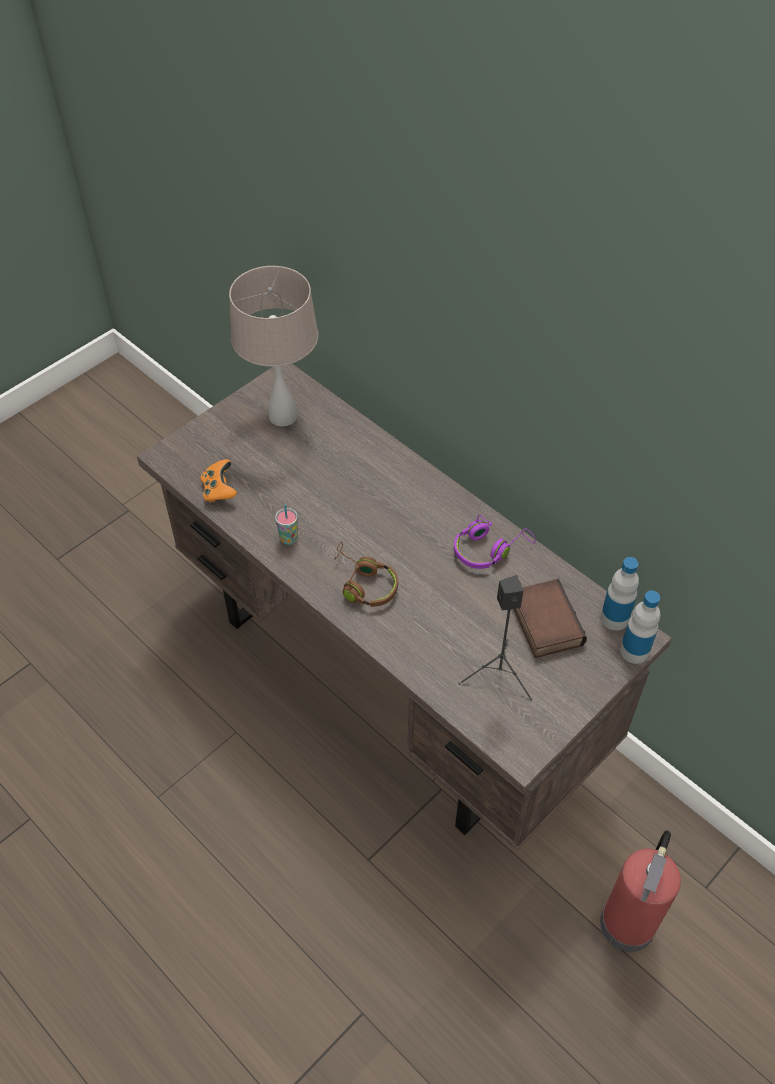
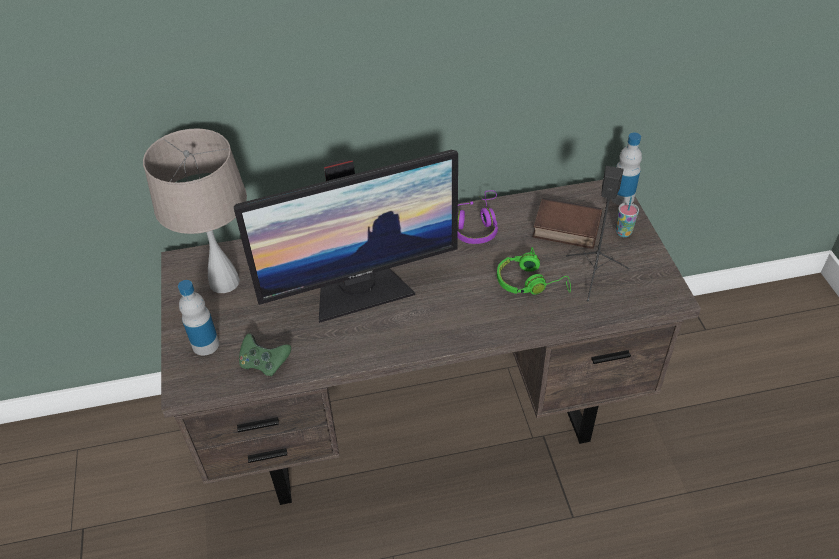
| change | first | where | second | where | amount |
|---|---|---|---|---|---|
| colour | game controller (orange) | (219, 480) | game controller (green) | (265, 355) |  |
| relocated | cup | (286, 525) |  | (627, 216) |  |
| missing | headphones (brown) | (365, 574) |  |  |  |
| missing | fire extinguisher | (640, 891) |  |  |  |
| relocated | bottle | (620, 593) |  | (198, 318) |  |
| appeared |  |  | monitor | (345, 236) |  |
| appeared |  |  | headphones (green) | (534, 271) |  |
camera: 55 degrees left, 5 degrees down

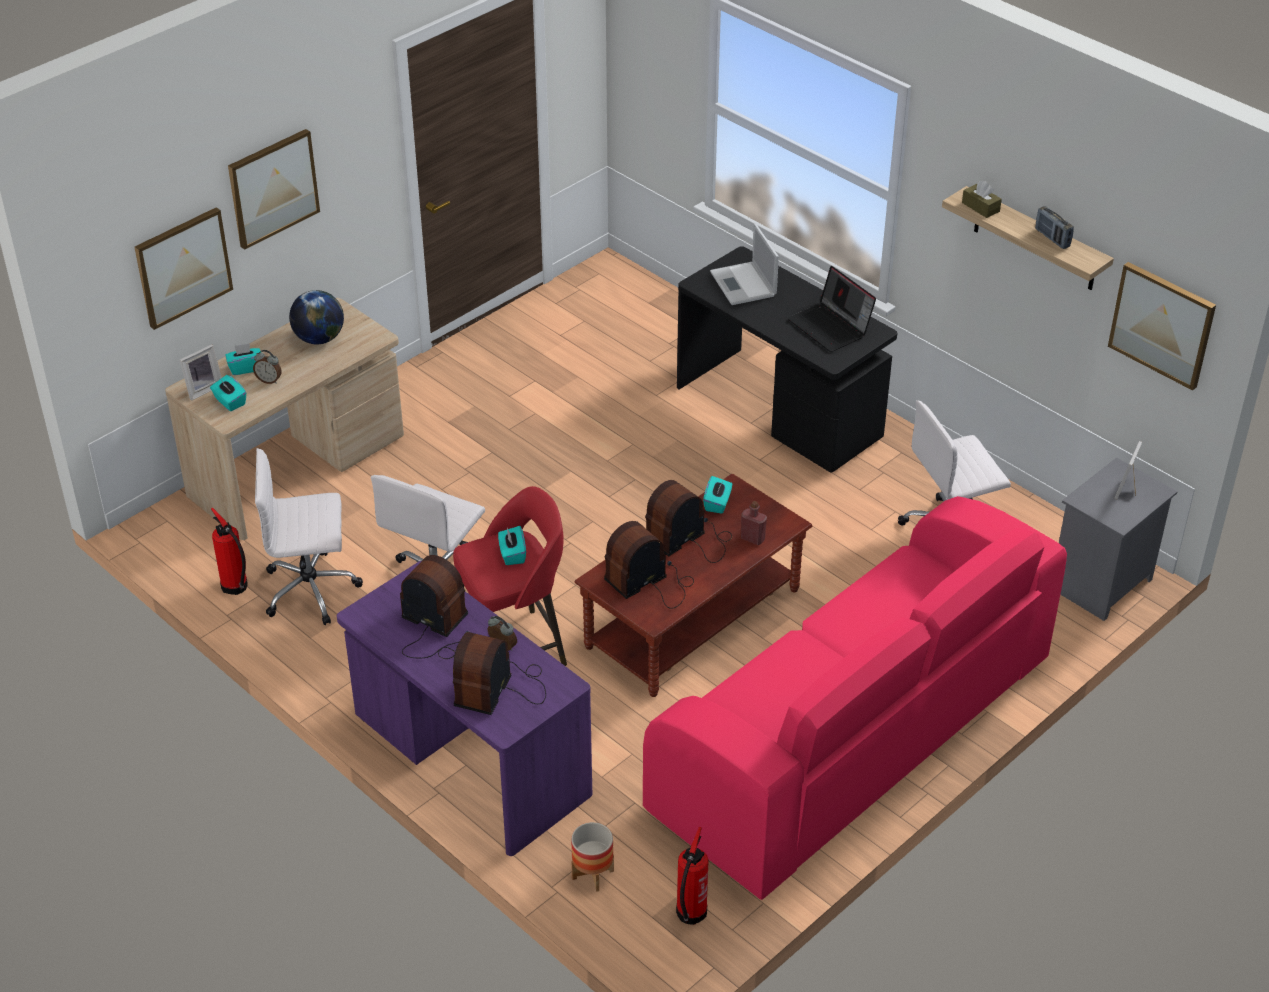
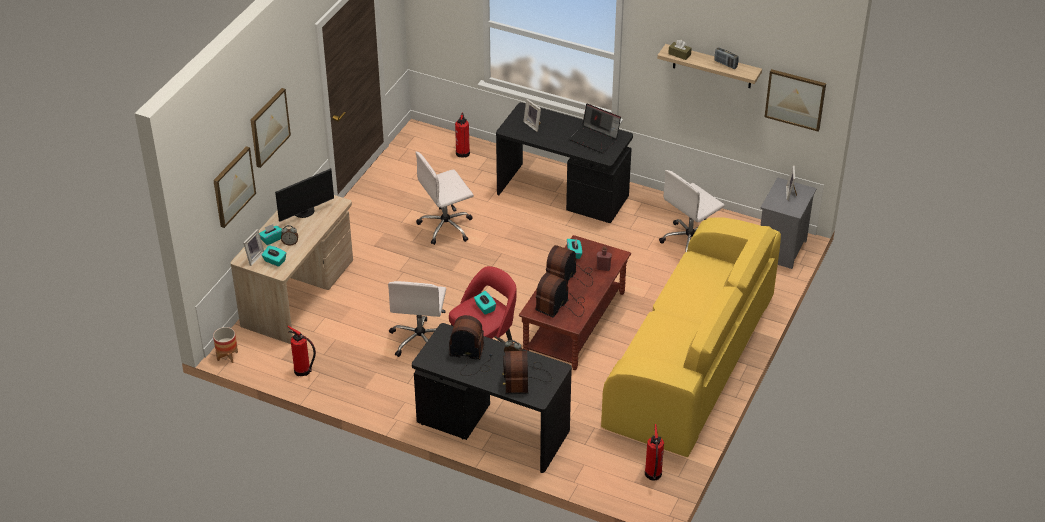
| change | first | where | second | where | amount |
|---|---|---|---|---|---|
| relocated | office chair (white) | (309, 536) |  | (444, 198) |  |
| exchanged | globe | (316, 317) | monitor | (304, 195) |  |
| colour | desk (purple) | (464, 708) | desk (black) | (492, 398) |  |
| relocated | planter | (592, 857) |  | (225, 345) |  |
| colour | sofa (pink) | (855, 698) | sofa (yellow) | (691, 337) |  |
| exchanged | laptop | (744, 264) | picture frame | (532, 115) |  |
| appeared |  |  | fire extinguisher | (462, 135) |  |
camera: 20 degrees left, 0 degrees up

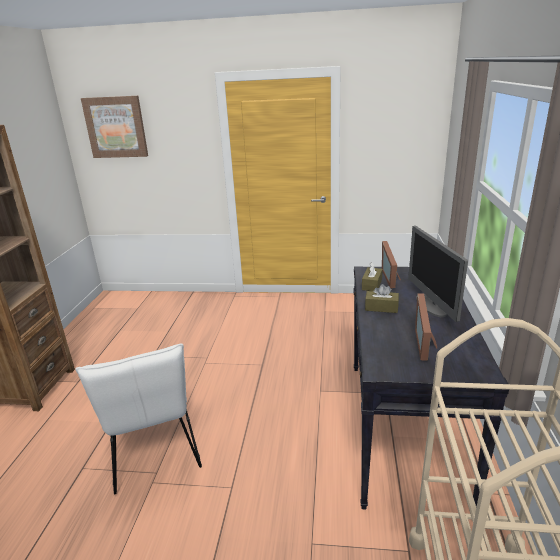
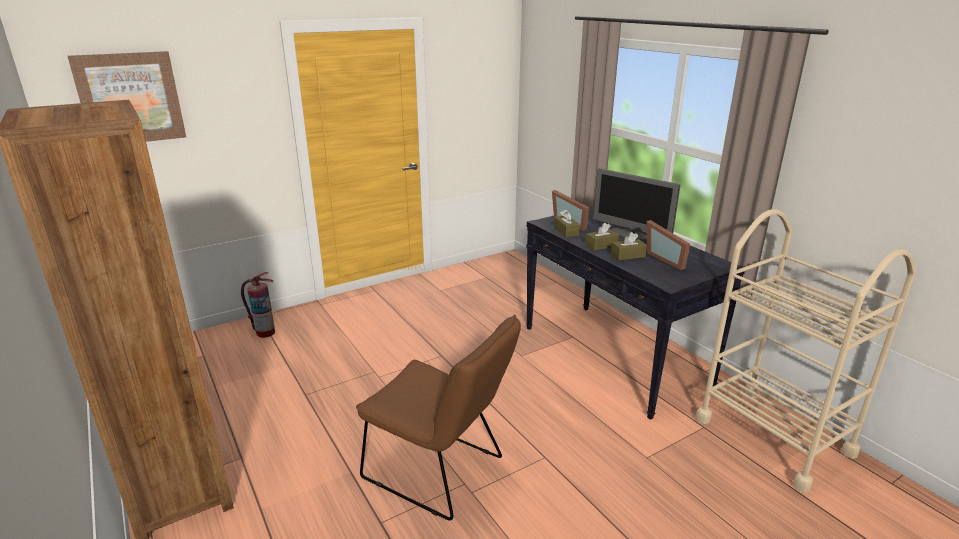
| change | first | where | second | where | amount |
|---|---|---|---|---|---|
| colour | chair (white) | (138, 419) | chair (brown) | (438, 417) |  |
| appeared |  |  | fire extinguisher | (258, 305) |  |
| appeared |  |  | tissue box (brown) | (629, 246) |  |
camera: 40 degrees left, 0 degrees up

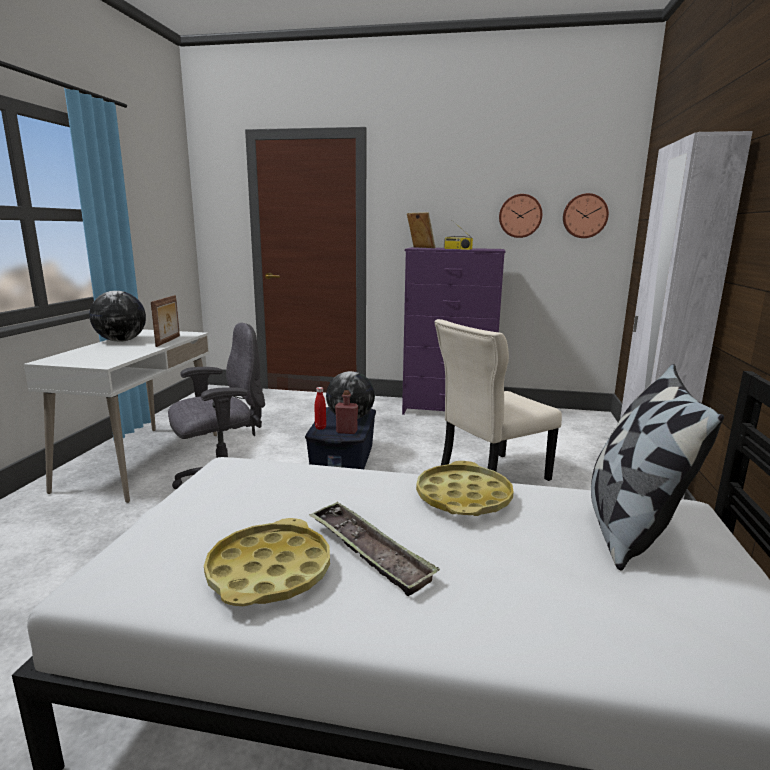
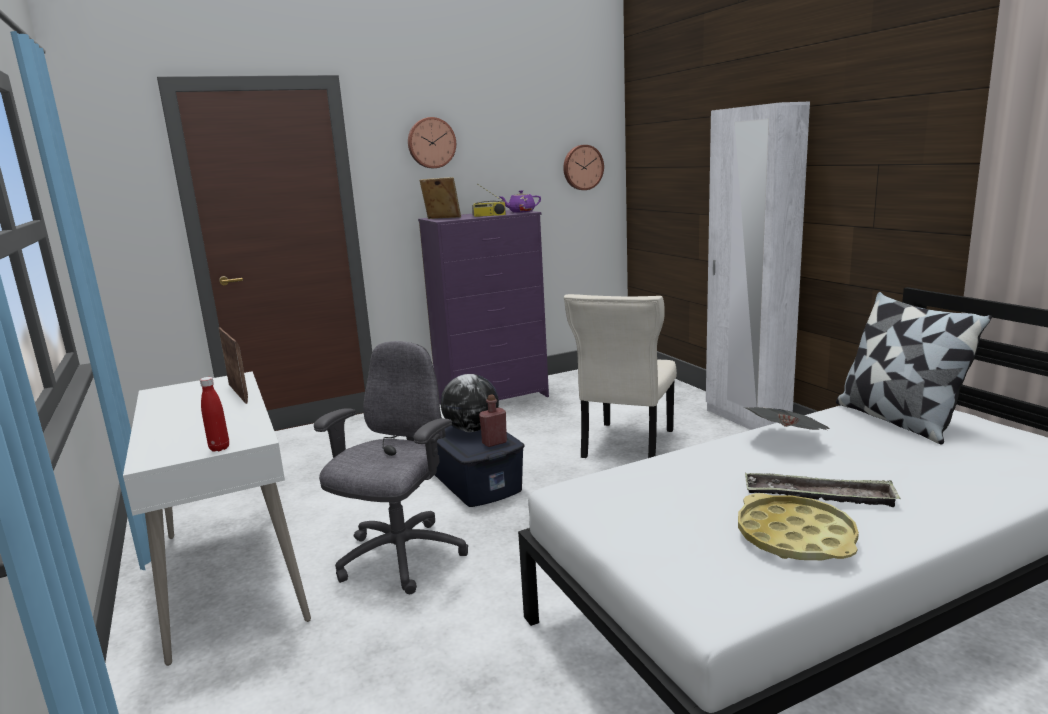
| change | first | where | second | where | amount |
|---|---|---|---|---|---|
| missing | globe | (117, 316) |  |  |  |
| relocated | bottle (red) | (320, 408) |  | (214, 414) |  |
| exchanged | tray (yellow) | (465, 488) | newspaper | (786, 418) |  |
| relocated | wall clock | (520, 216) |  | (432, 142) |  |
| appeared |  |  | teapot (purple) | (520, 201) |  |
camera: 35 degrees left, 0 degrees up

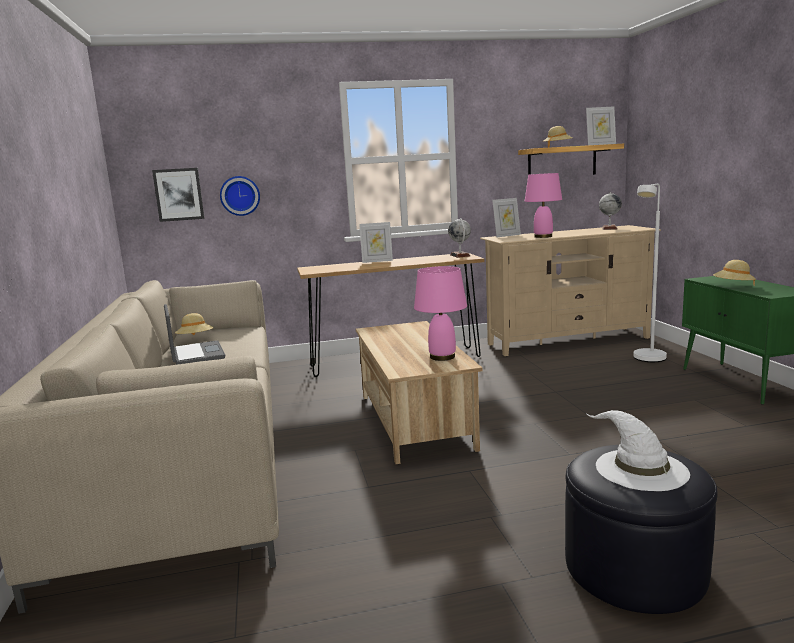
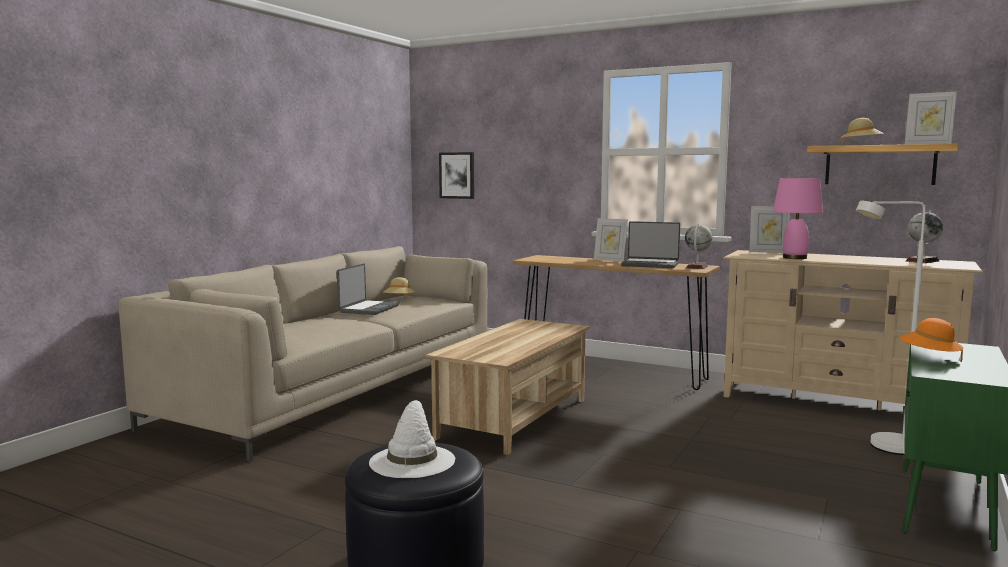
| change | first | where | second | where | amount |
|---|---|---|---|---|---|
| missing | wall clock | (240, 196) |  |  |  |
| missing | table lamp (pink) | (440, 313) |  |  |  |
| colour | hat (beige) | (734, 272) | hat (orange) | (931, 340) |  |
| appeared |  |  | laptop | (650, 244) |  |
camera: 40 degrees right, 5 degrees down

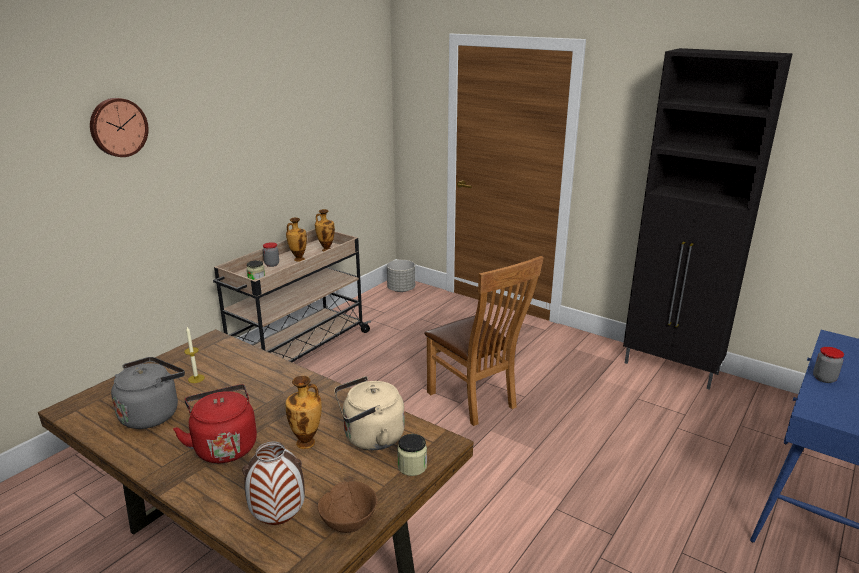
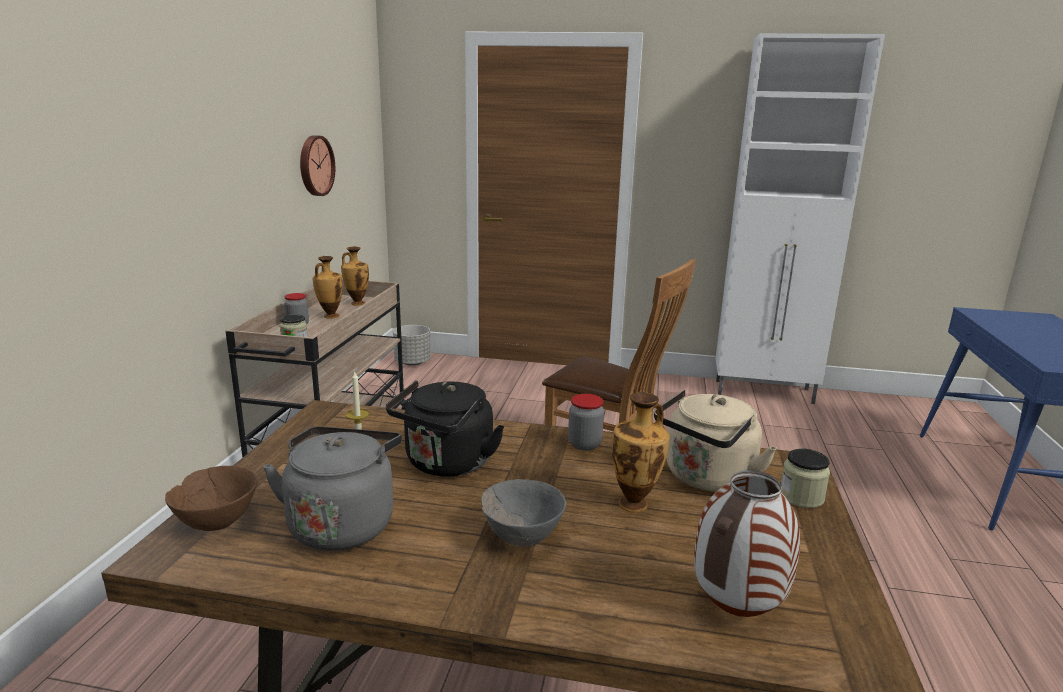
| change | first | where | second | where | amount |
|---|---|---|---|---|---|
| relocated | wall clock | (119, 127) |  | (317, 165) |  |
| exchanged | kettle (red) | (215, 423) | bowl (grey) | (523, 512) |  |
| relocated | bowl (brown) | (347, 507) |  | (211, 498) |  |
| colour | cabinet (black) | (708, 219) | cabinet (white) | (800, 218) |  |
| relocated | jar | (828, 365) |  | (586, 422) |  |
| appeared |  |  | kettle (black) | (445, 428) |  |
camera: 25 degrees left, 5 degrees down

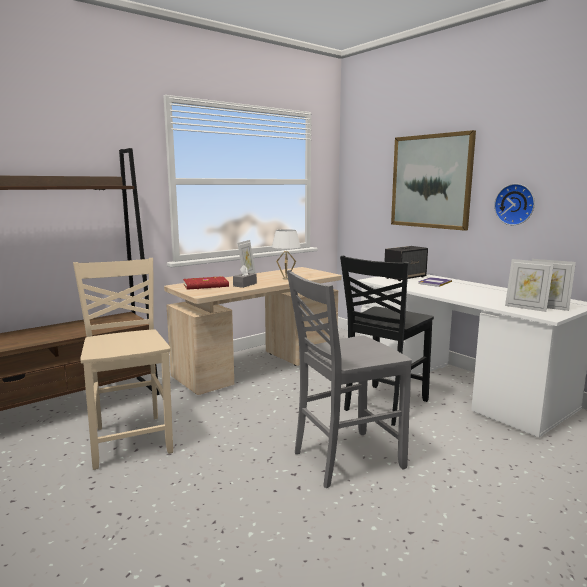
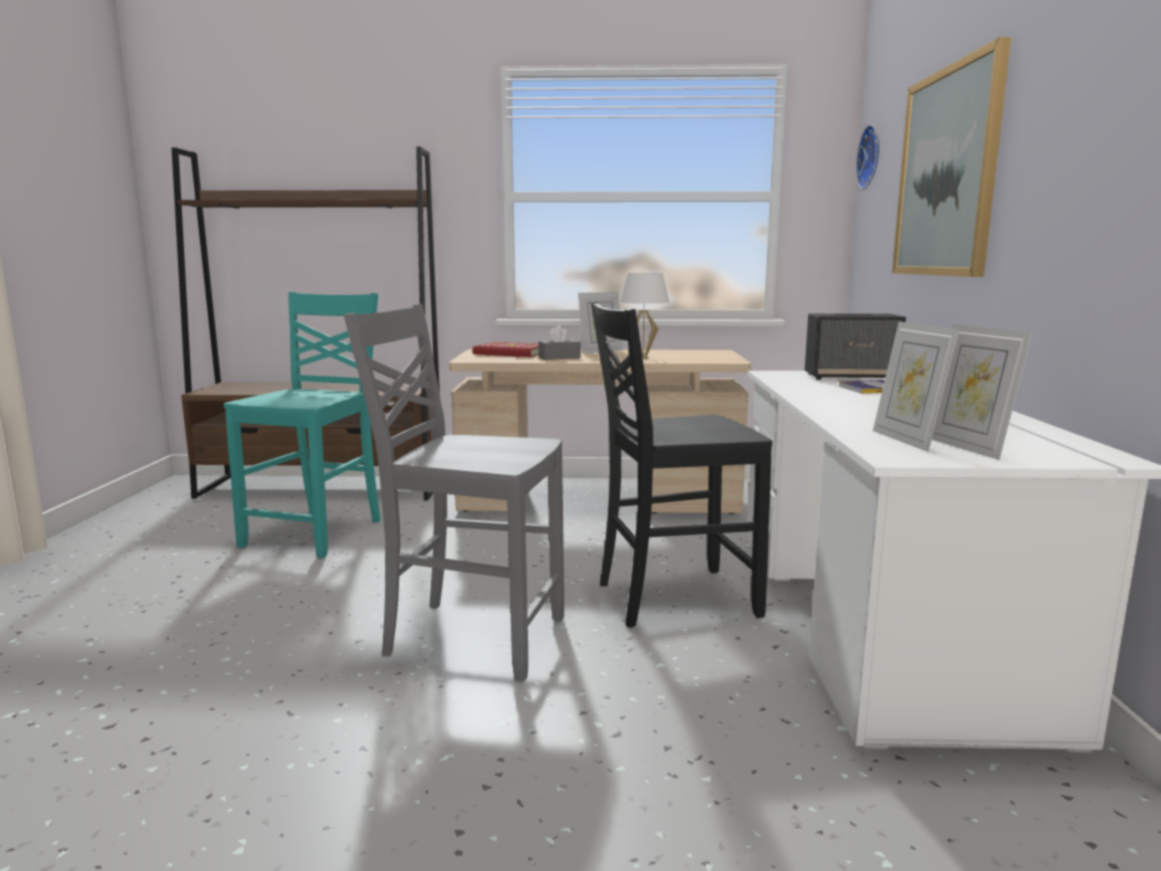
| change | first | where | second | where | amount |
|---|---|---|---|---|---|
| colour | chair (beige) | (123, 364) | chair (turquoise) | (302, 425) |  |
| relocated | wall clock | (514, 204) |  | (867, 156) |  |
camera: 40 degrees right, 0 degrees up

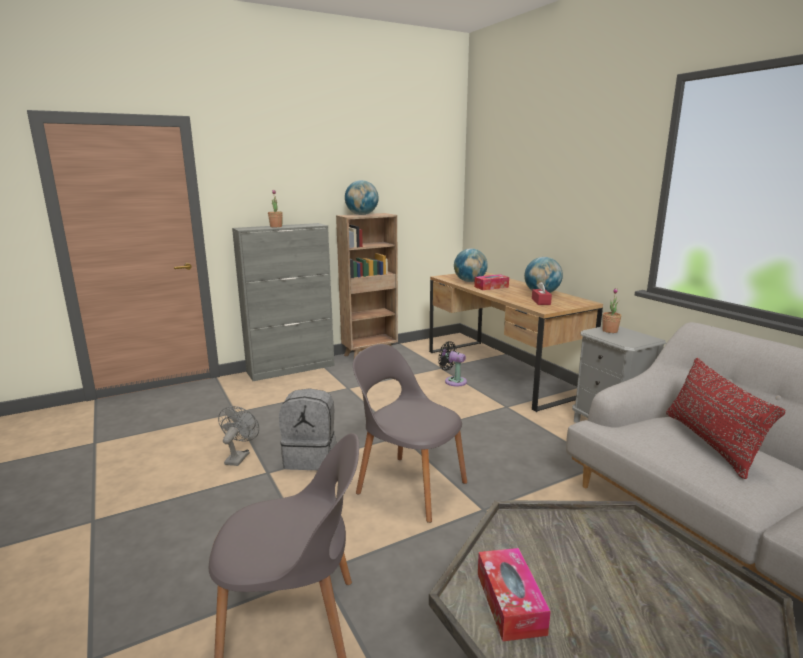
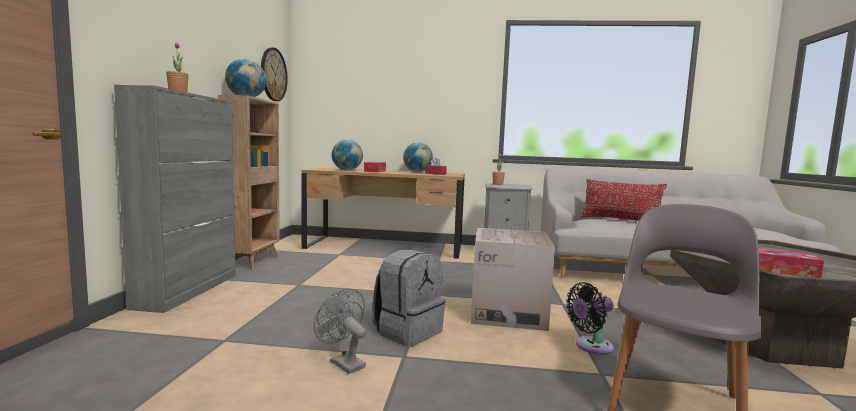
| change | first | where | second | where | amount |
|---|---|---|---|---|---|
| exchanged | chair (grey) | (410, 433) | cardboard box | (513, 279) |  |
| relocated | fan (black) | (452, 364) |  | (590, 318) |  |
| appeared |  |  | wall clock | (274, 74) |  |
camera: 55 degrees left, 10 degrees down

